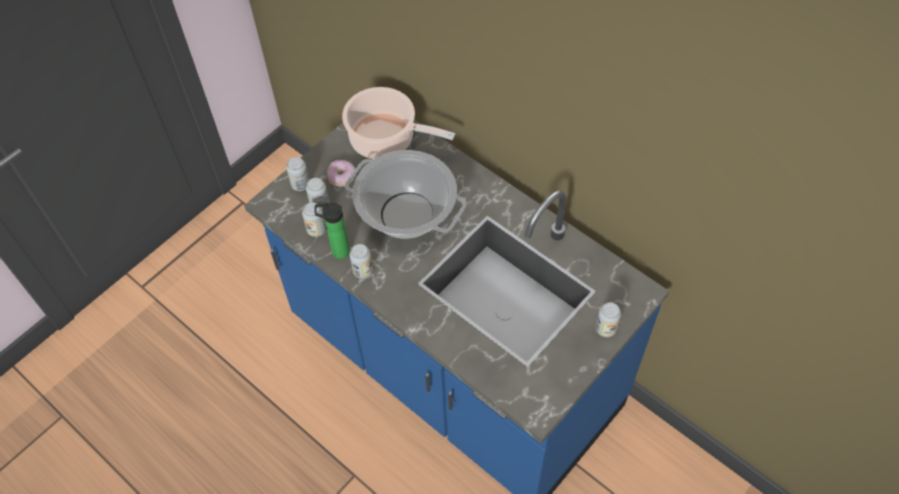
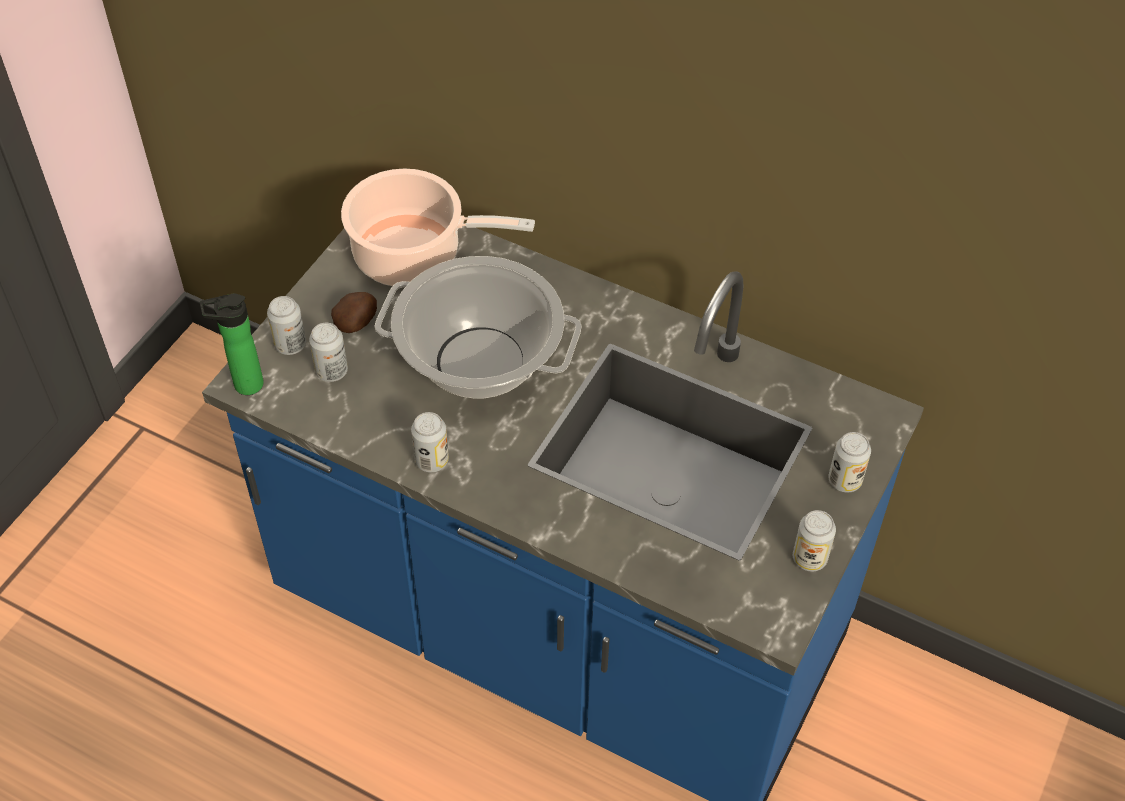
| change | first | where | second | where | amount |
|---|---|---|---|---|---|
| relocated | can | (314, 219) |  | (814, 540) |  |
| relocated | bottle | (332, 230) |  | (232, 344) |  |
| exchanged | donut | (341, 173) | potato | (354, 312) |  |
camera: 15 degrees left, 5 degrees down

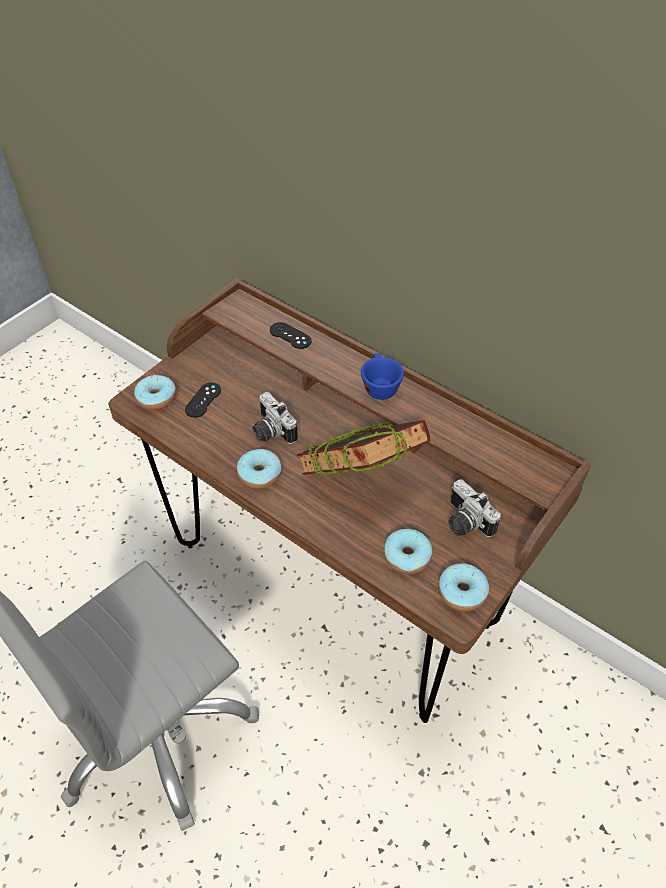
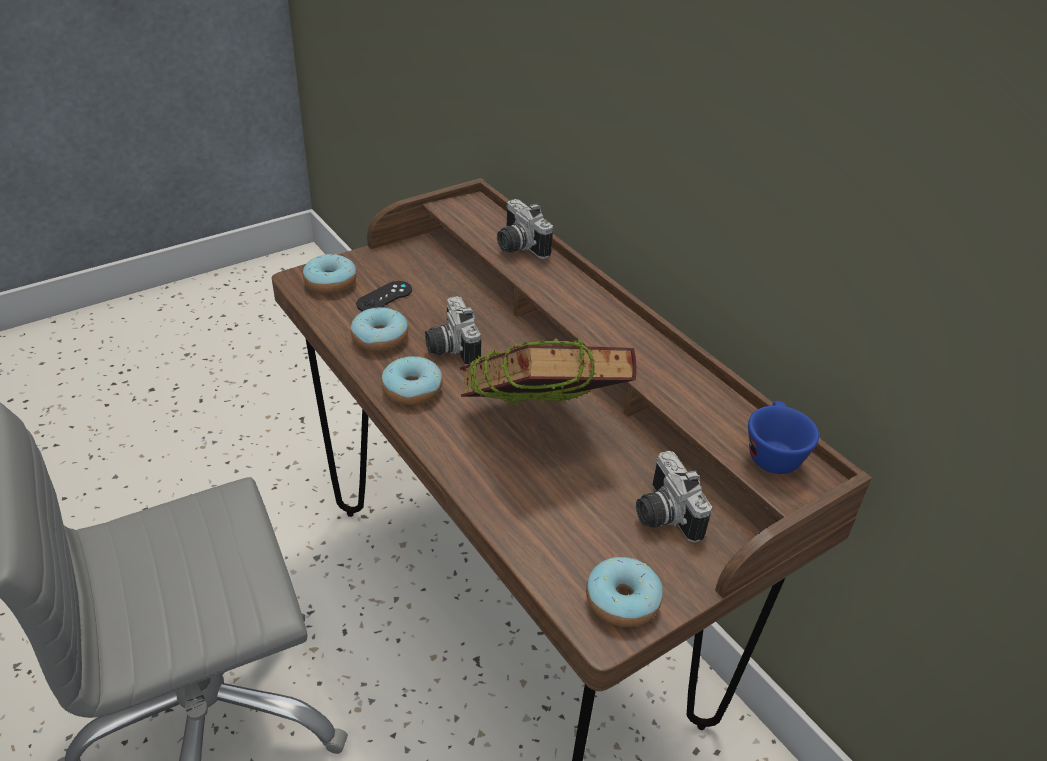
| change | first | where | second | where | amount |
|---|---|---|---|---|---|
| exchanged | game controller (black) | (291, 335) | photo camera | (525, 229) |  |
| relocated | cup (blue) | (382, 376) |  | (783, 437) |  |
| relocated | donut | (408, 551) |  | (379, 329) |  |
camera: 15 degrees right, 10 degrees down

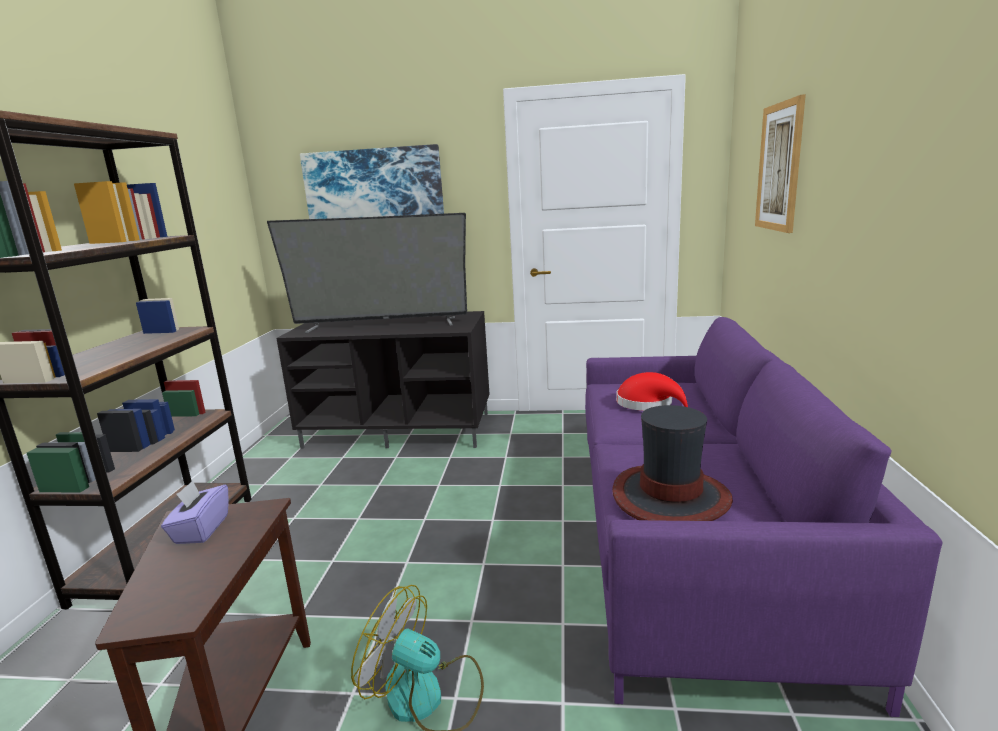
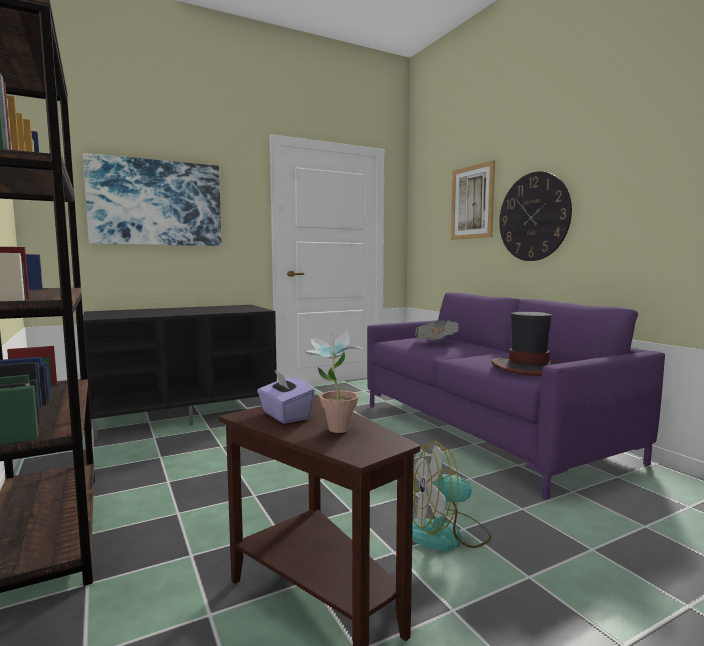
| change | first | where | second | where | amount |
|---|---|---|---|---|---|
| missing | television | (367, 273) |  |  |  |
| exchanged | hat (red) | (652, 391) | newspaper | (437, 330) |  |
| appeared |  |  | potted plant | (335, 381) |  |
| appeared |  |  | wall clock | (535, 216) |  |
camera: 35 degrees left, 10 degrees down

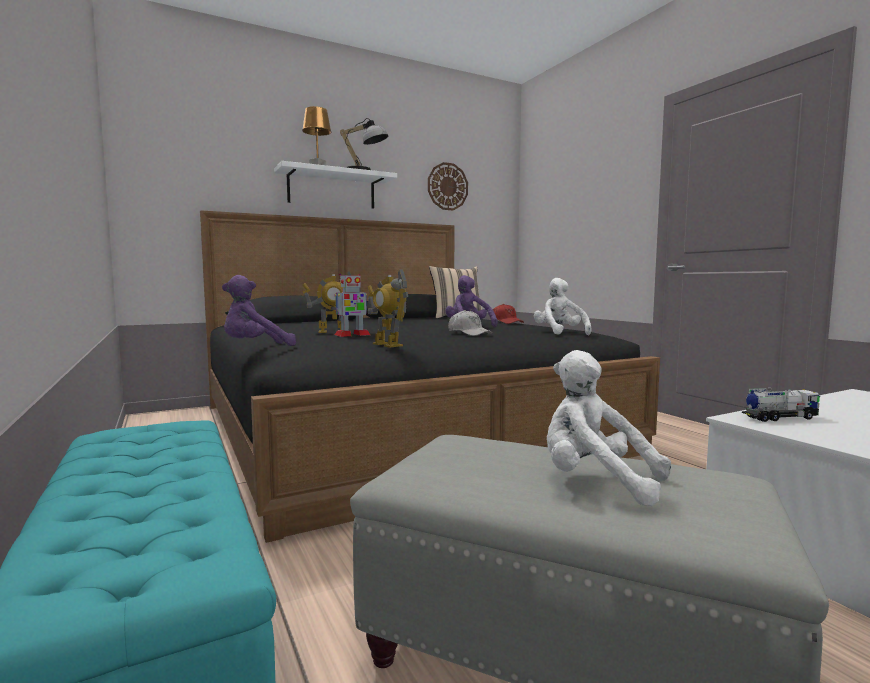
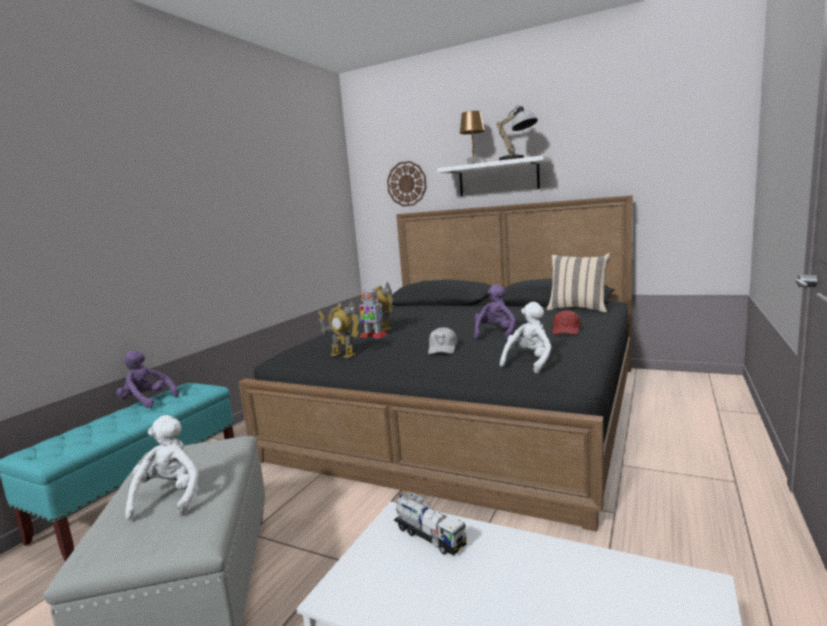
| change | first | where | second | where | amount |
|---|---|---|---|---|---|
| relocated | plush toy (purple) | (259, 310) |  | (147, 379) |  |
| spun | toy robot | (388, 308) |  | (339, 329) | 75 degrees counterclockwise |
| relocated | wall clock | (448, 186) |  | (407, 184) |  |
camera: 55 degrees right, 5 degrees up

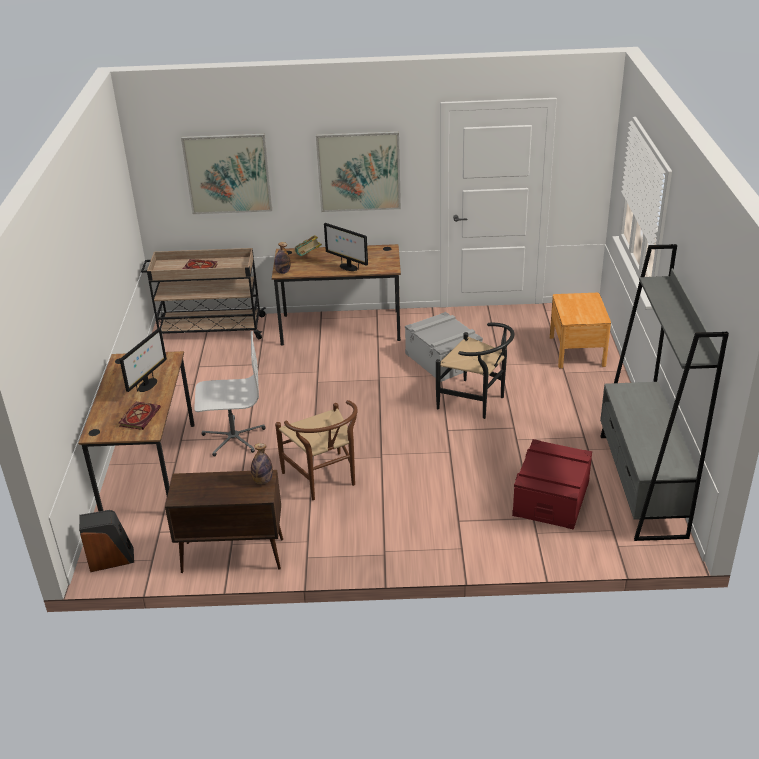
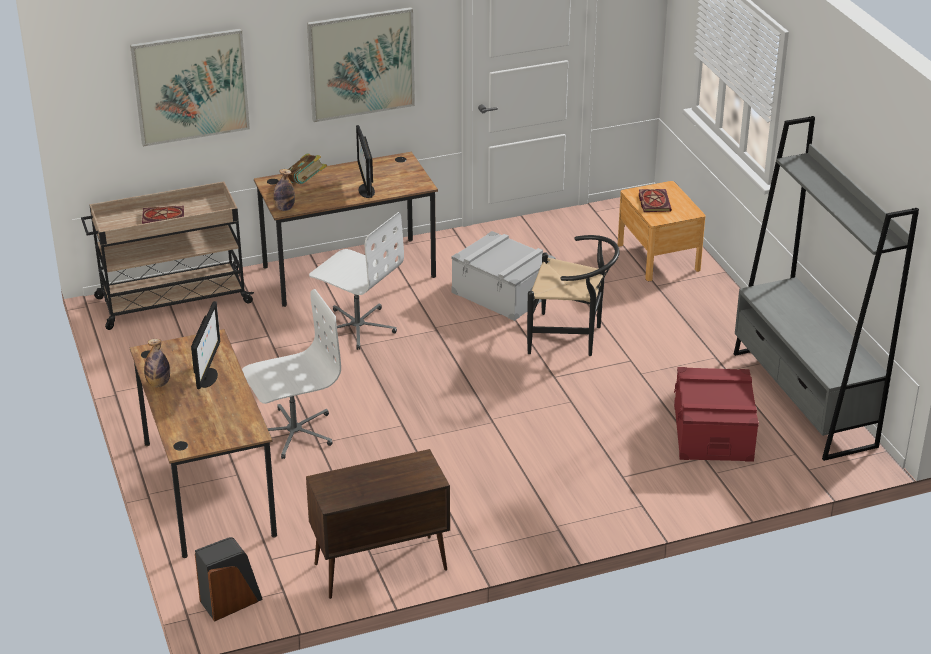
| change | first | where | second | where | amount |
|---|---|---|---|---|---|
| relocated | book | (140, 416) |  | (655, 200) |  |
| relocated | bottle | (262, 463) |  | (157, 363) |  |
| missing | chair (brown) | (316, 450) |  |  |  |
| spun | monitor | (346, 247) |  | (365, 161) | 60 degrees clockwise |
| appeared |  |  | office chair (white) | (356, 281) |  |
camera: 20 degrees left, 0 degrees up

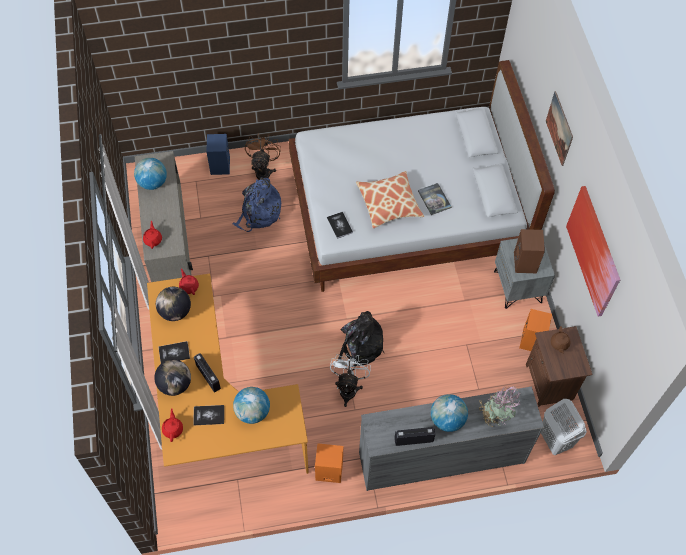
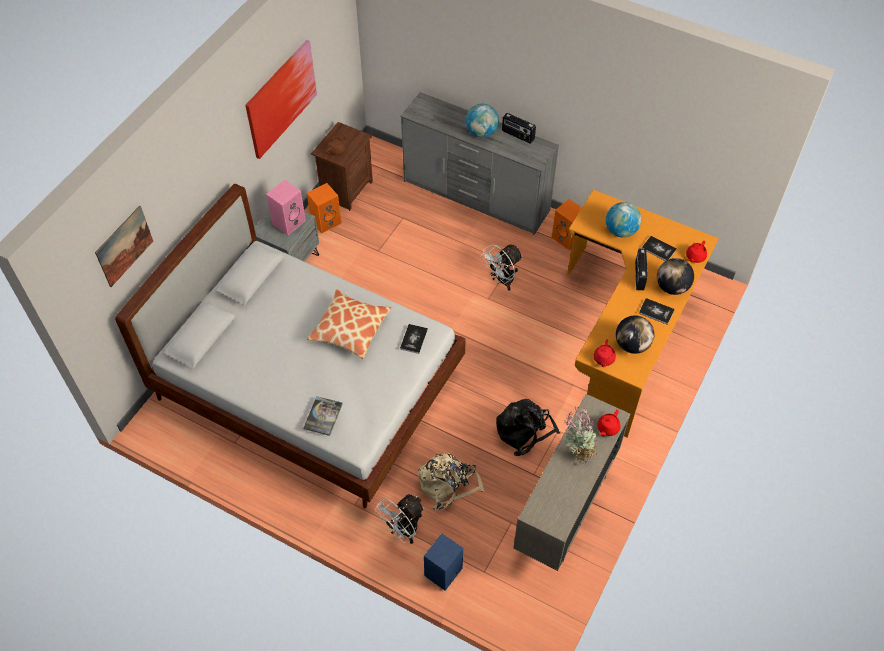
| change | first | where | second | where | amount |
|---|---|---|---|---|---|
| missing | globe | (150, 174) |  |  |  |
| colour | backpack (blue) | (256, 204) | backpack (beige) | (451, 482) |  |
| colour | fan (brown) | (263, 156) | fan (white) | (400, 519) |  |
| relocated | backpack (black) | (360, 341) |  | (528, 427) |  |
| relocated | book | (435, 199) |  | (323, 416) |  |
| relocated | potted plant | (500, 406) |  | (580, 435) |  |
| colour | speaker (brown) | (529, 251) | speaker (pink) | (286, 207) |  |
| missing | laundry basket (white) | (564, 427) |  |  |  |
| relocated | picture | (559, 128) |  | (124, 246) |  |
camera: 140 degrees left, 5 degrees down

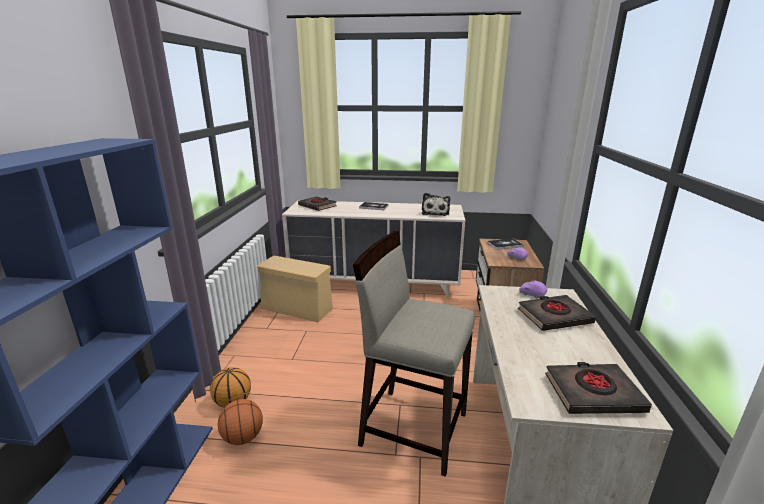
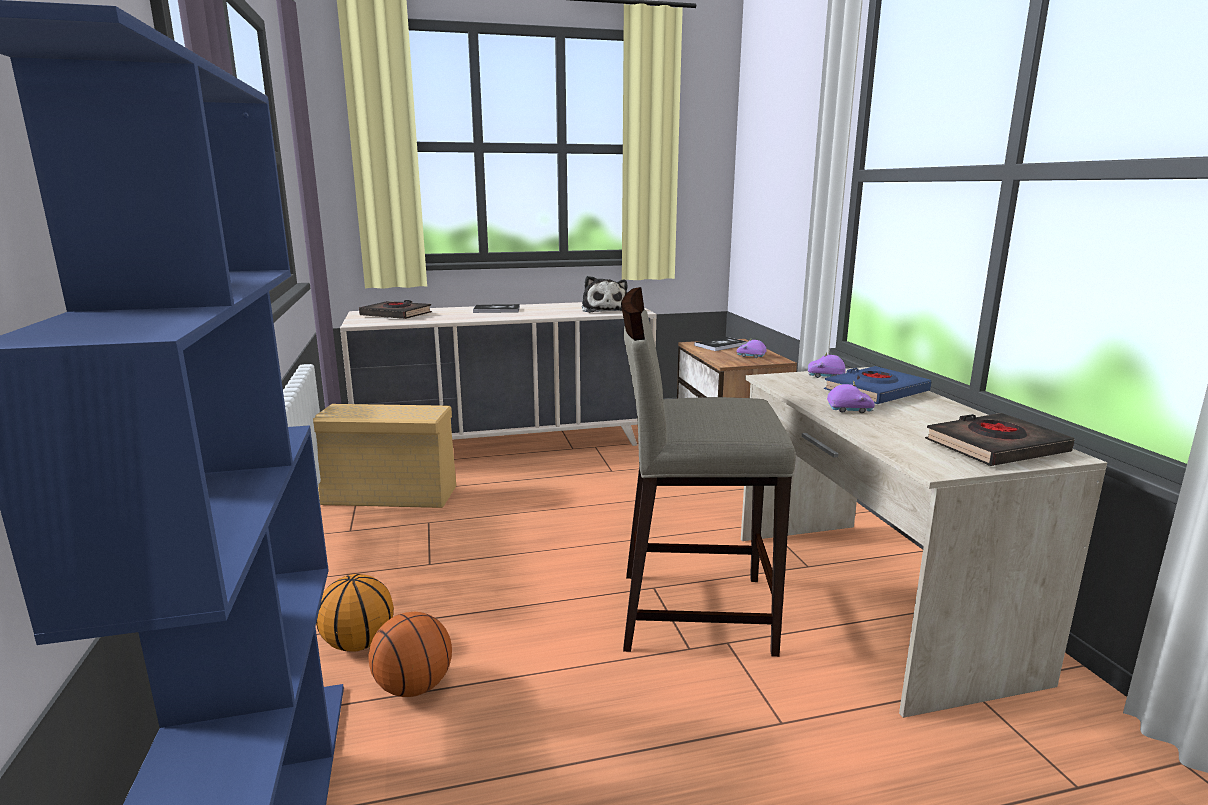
| change | first | where | second | where | amount |
|---|---|---|---|---|---|
| colour | book (black) | (557, 313) | book (blue) | (877, 385) |  |
| appeared |  |  | toy car (purple) | (851, 397) |  |
camera: 20 degrees left, 5 degrees down

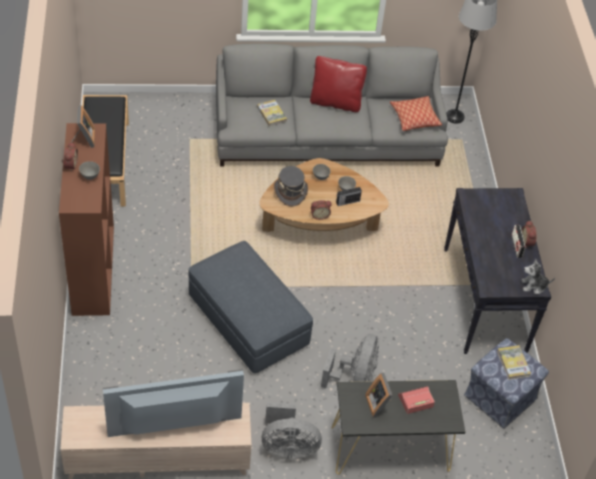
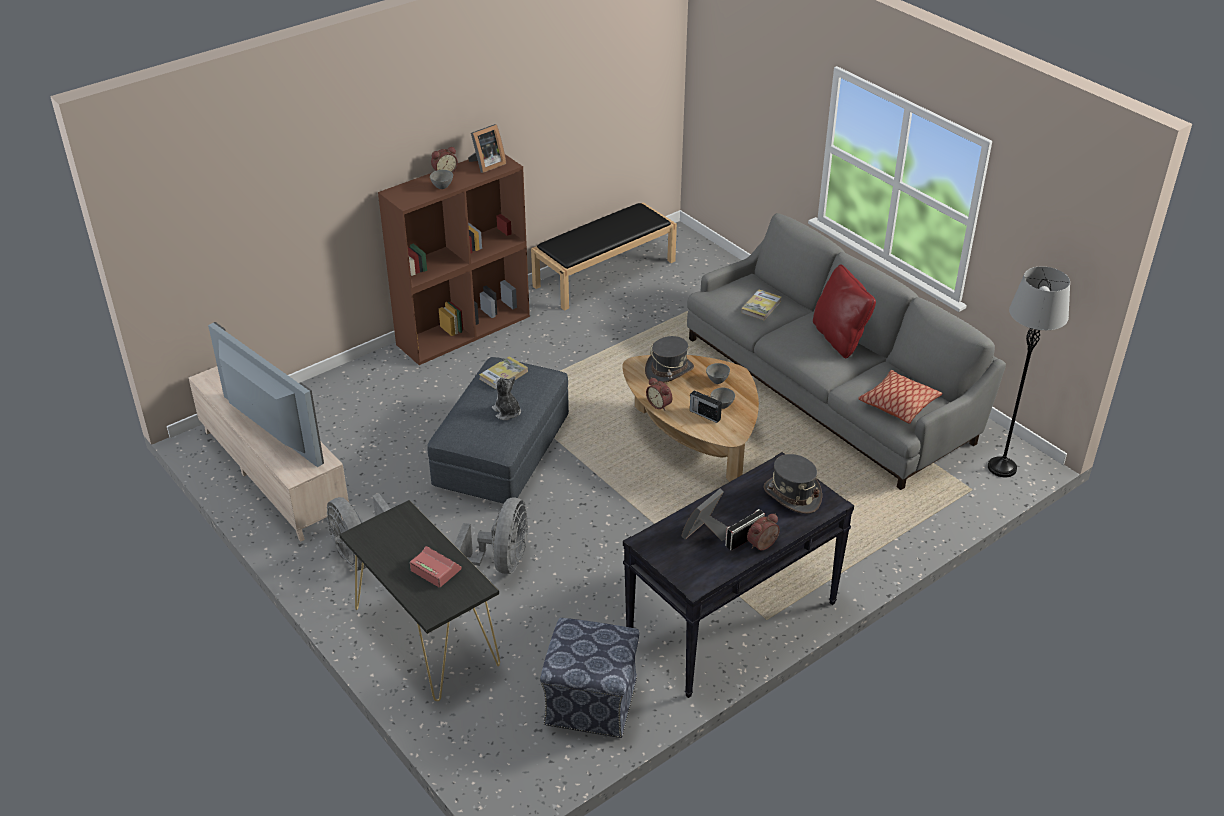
| change | first | where | second | where | amount |
|---|---|---|---|---|---|
| spun | fan (grey) | (350, 361) |  | (491, 536) | 60 degrees counterclockwise |
| relocated | picture frame | (379, 395) |  | (705, 515) |  |
| relocated | book | (514, 362) |  | (503, 372) |  |
| relocated | plush toy | (538, 276) |  | (506, 398) |  |
| appeared |  |  | hat (grey) | (793, 484) |  |
camera: 60 degrees right, 10 degrees down

